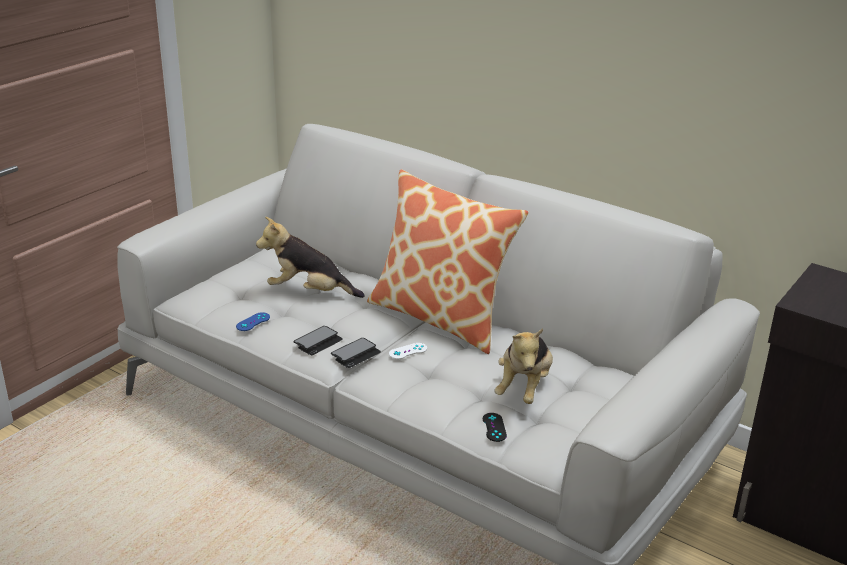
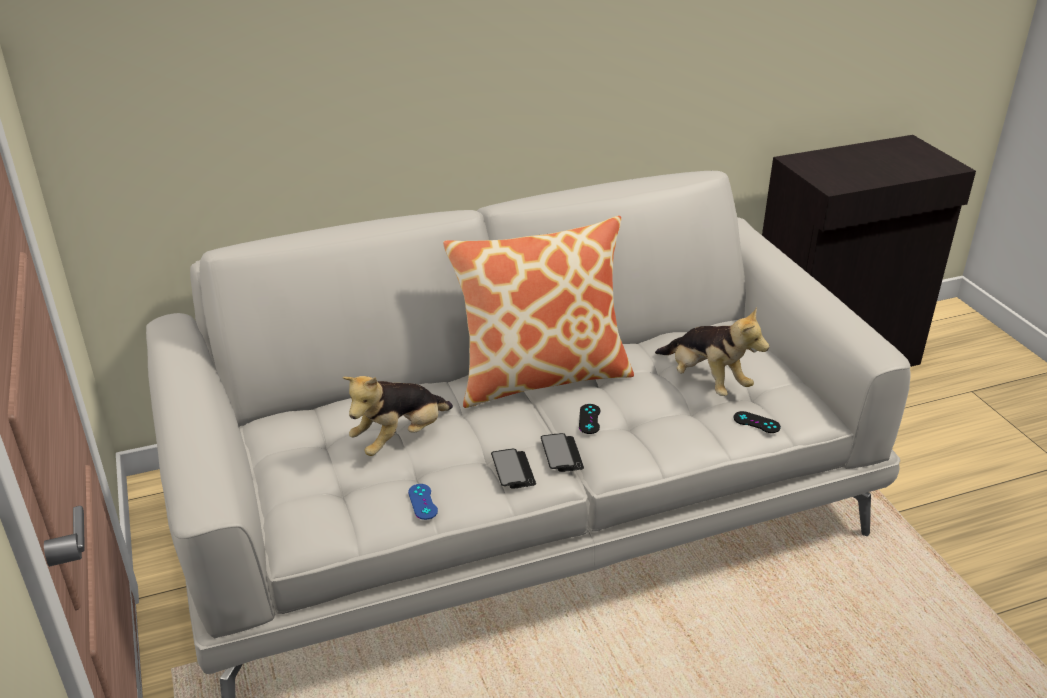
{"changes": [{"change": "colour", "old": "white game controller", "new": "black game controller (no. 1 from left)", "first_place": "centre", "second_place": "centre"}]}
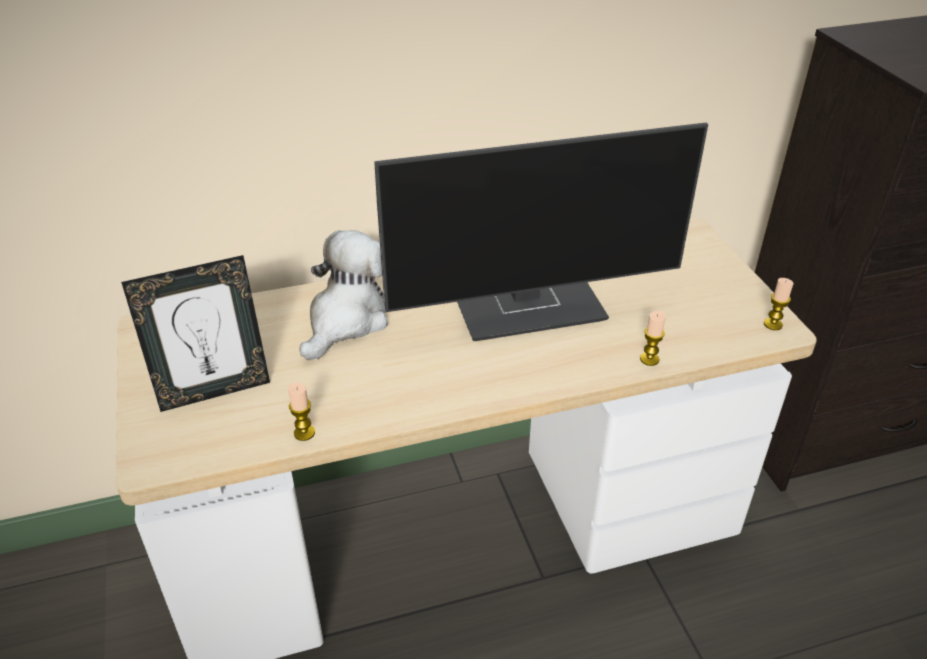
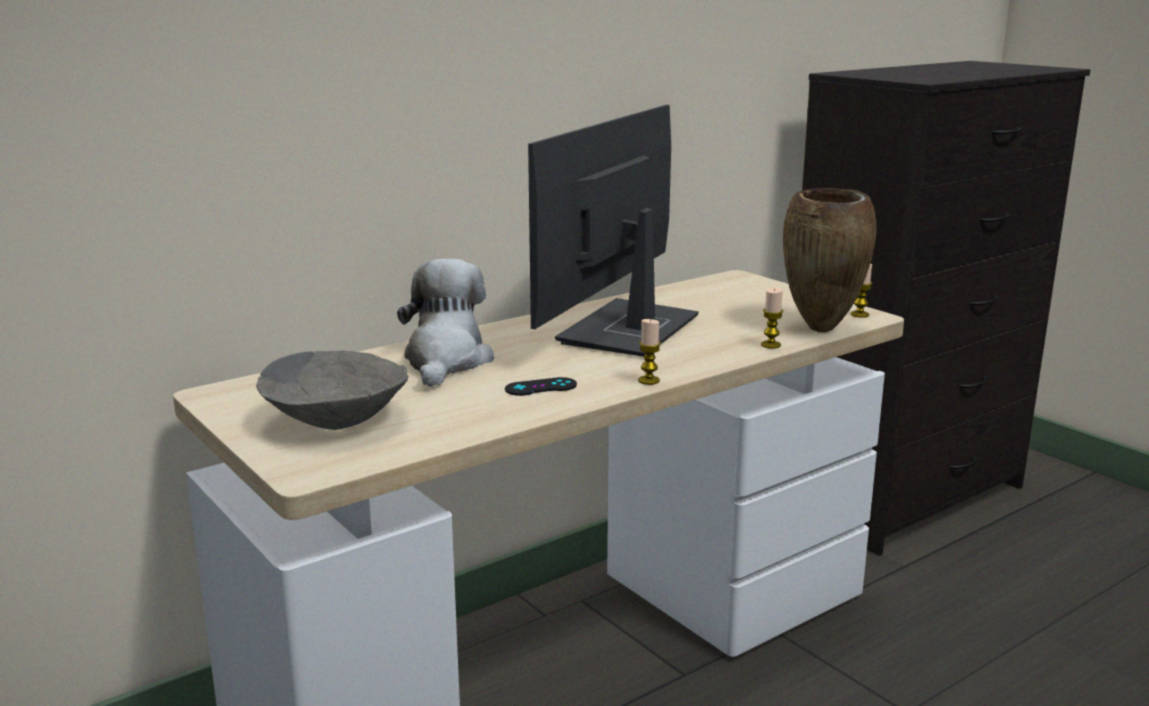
{"changes": [{"change": "exchanged", "old": "picture frame", "new": "grey bowl", "first_place": "middle left", "second_place": "middle left"}, {"change": "appeared", "new": "black game controller", "second_place": "centre"}, {"change": "spun", "old": "monitor", "first_place": "centre", "second_place": "top centre", "degrees": 150}, {"change": "relocated", "old": "candle (no. 1 from left)", "first_place": "middle left", "second_place": "centre"}, {"change": "appeared", "new": "brown vase", "second_place": "middle right"}]}
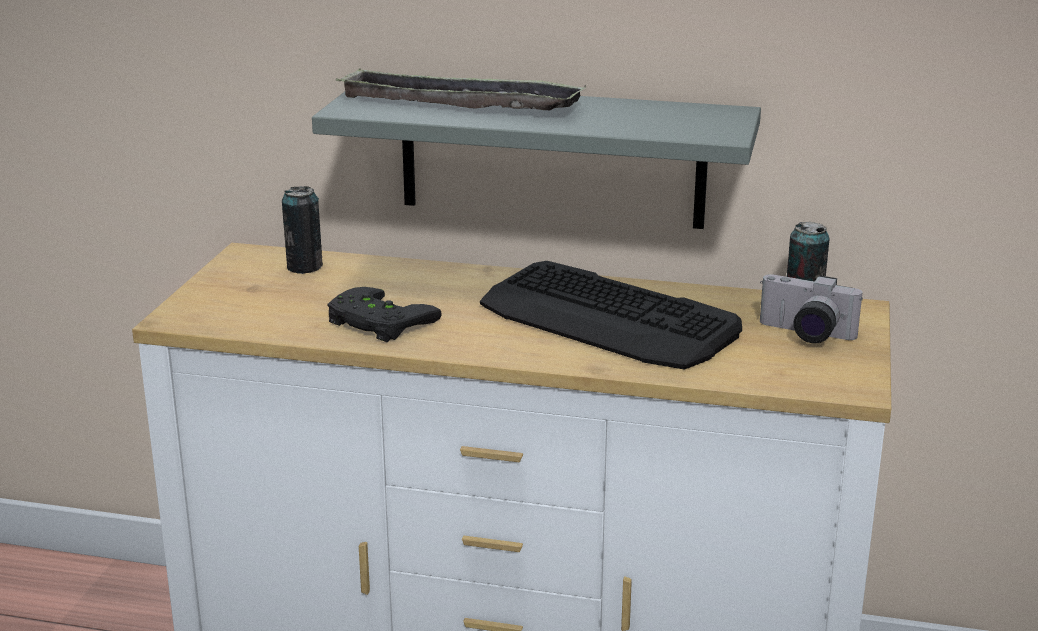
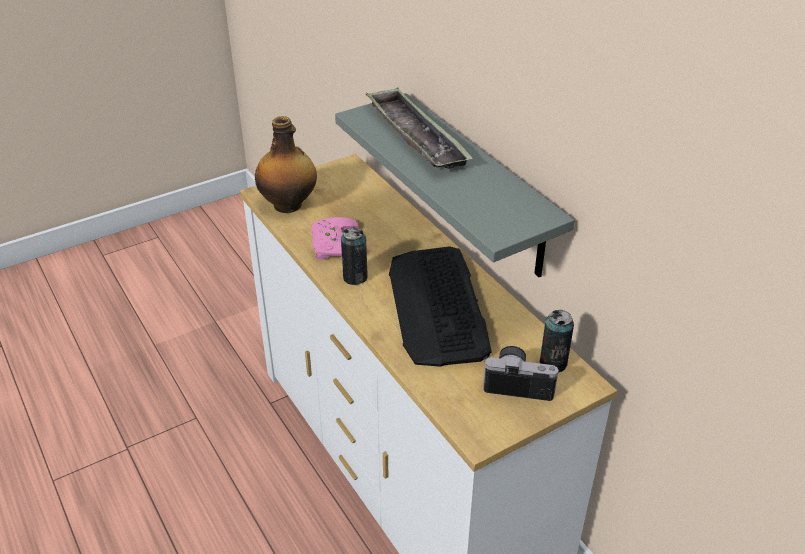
{"changes": [{"change": "appeared", "new": "bottle", "second_place": "top centre"}, {"change": "colour", "old": "black game controller", "new": "pink game controller", "first_place": "centre", "second_place": "centre"}, {"change": "relocated", "old": "can (no. 1 from left)", "first_place": "middle left", "second_place": "centre"}, {"change": "spun", "old": "photo camera", "first_place": "middle right", "second_place": "bottom centre", "degrees": 120}]}
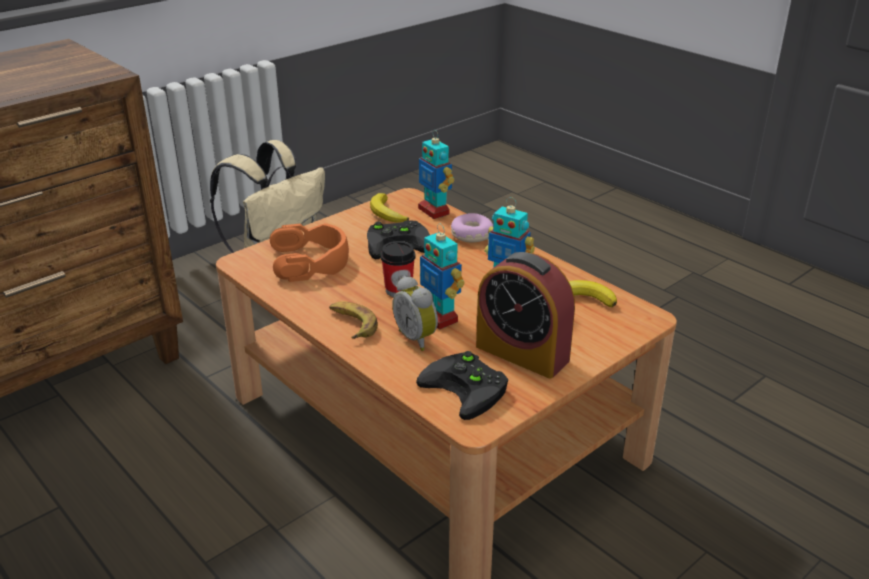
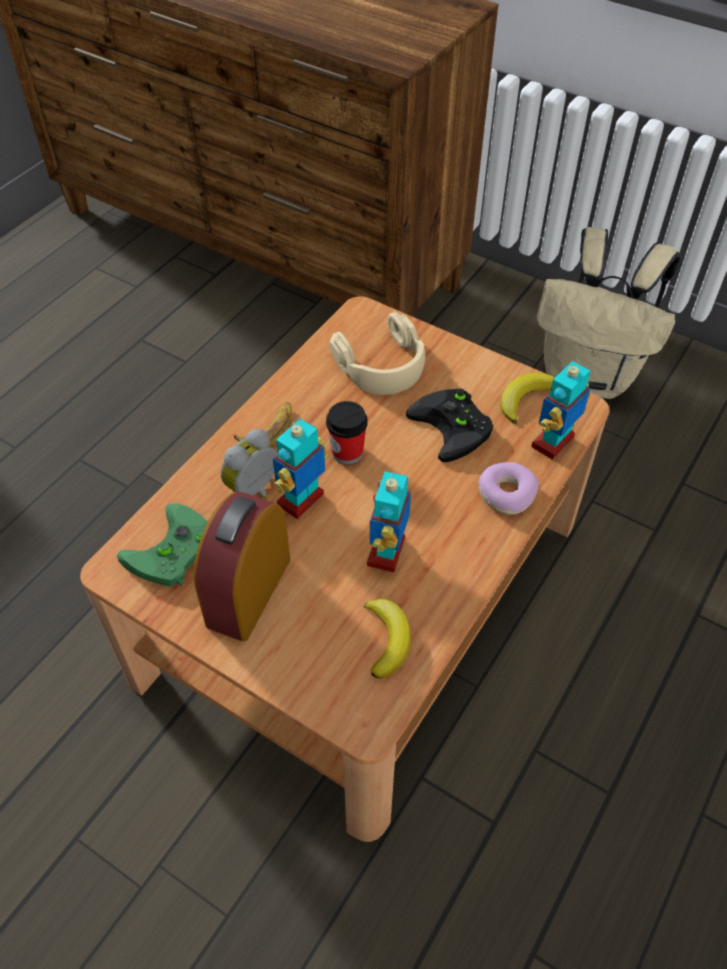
{"changes": [{"change": "colour", "old": "black game controller (no. 2 from left)", "new": "green game controller", "first_place": "centre", "second_place": "middle left"}, {"change": "colour", "old": "orange headphones", "new": "beige headphones", "first_place": "centre", "second_place": "centre"}]}
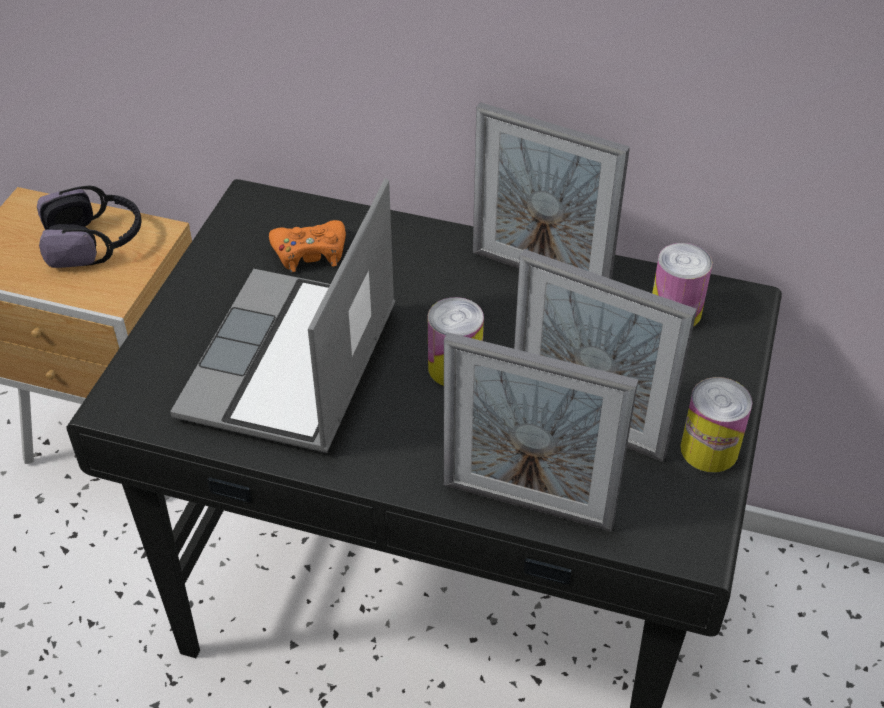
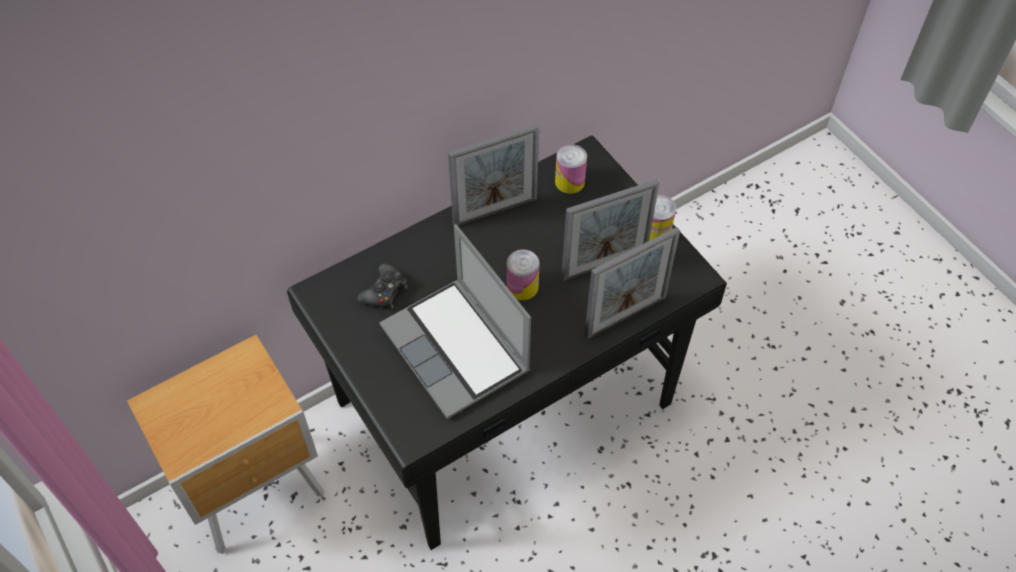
{"changes": [{"change": "colour", "old": "orange game controller", "new": "black game controller", "first_place": "centre", "second_place": "centre"}, {"change": "missing", "old": "headphones", "first_place": "top left"}]}
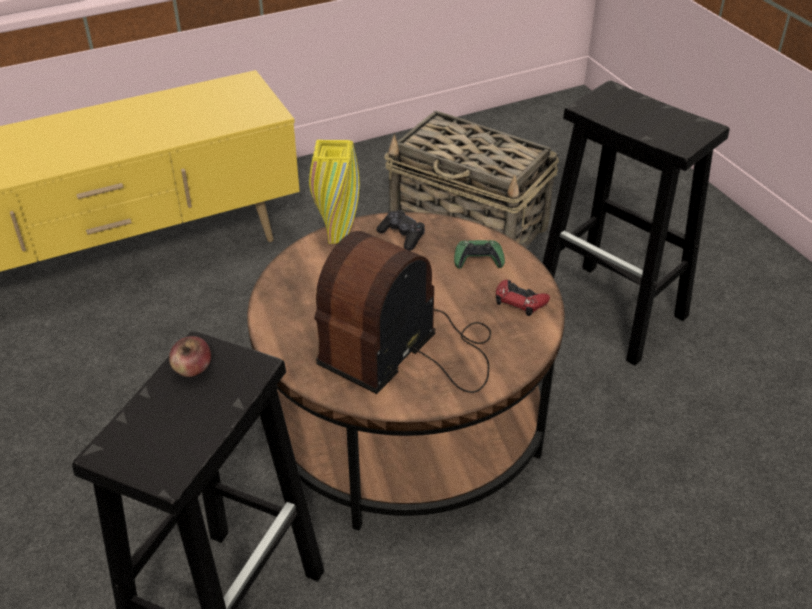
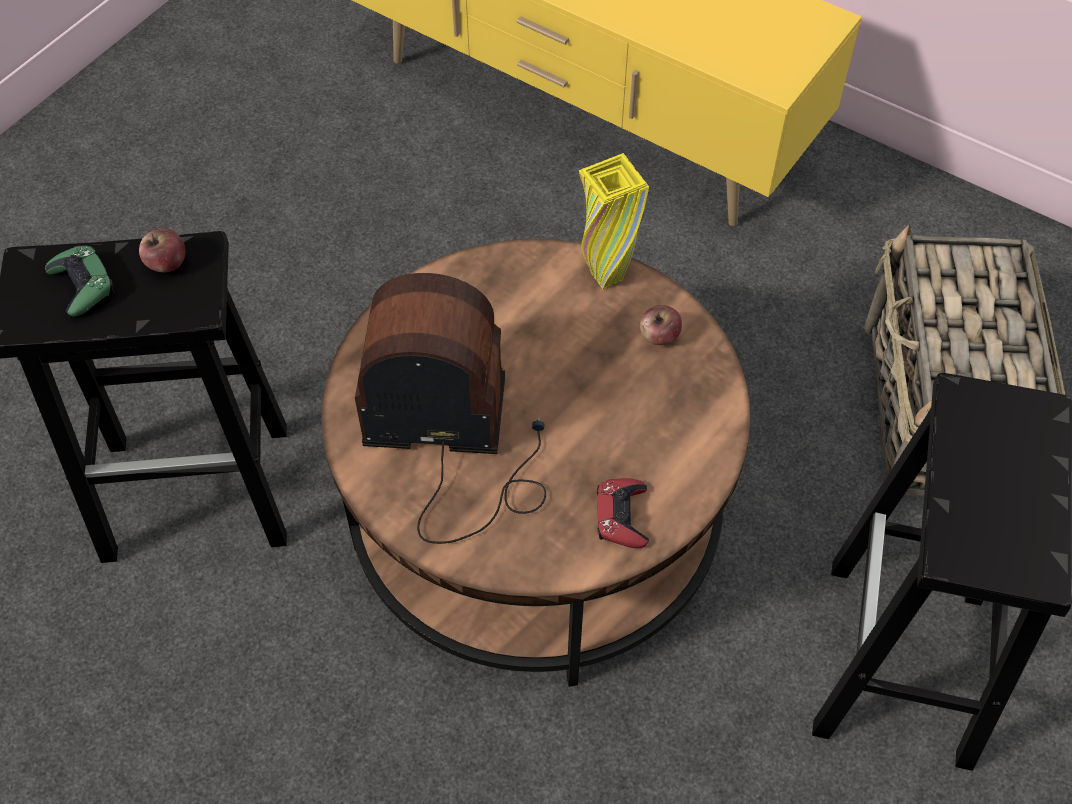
{"changes": [{"change": "relocated", "old": "green game controller", "first_place": "centre", "second_place": "middle left"}, {"change": "exchanged", "old": "black game controller", "new": "apple (no. 2 from left)", "first_place": "centre", "second_place": "centre"}]}
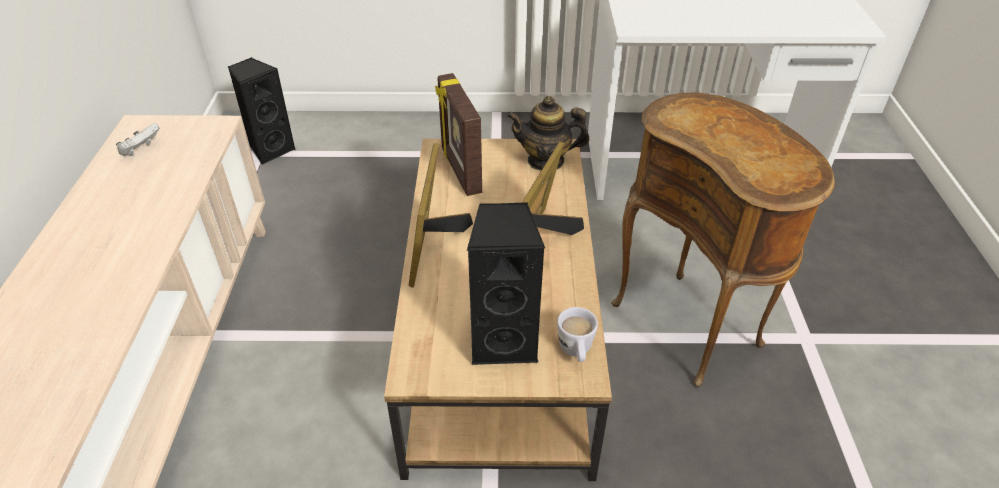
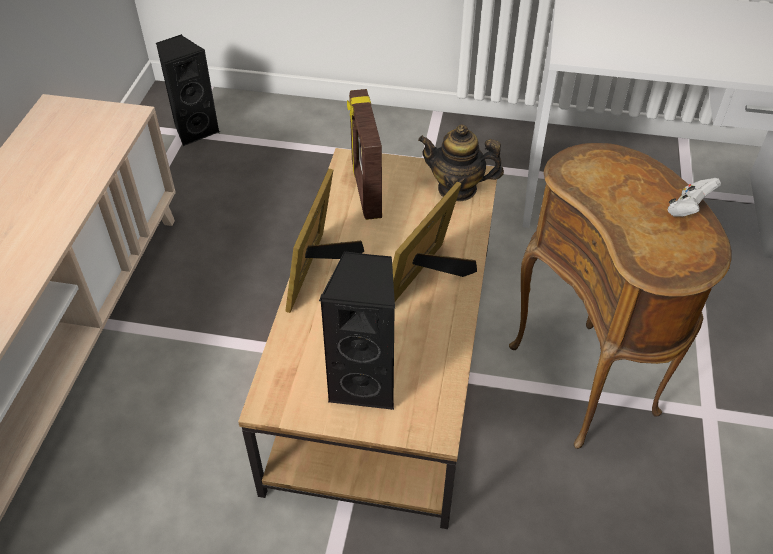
{"changes": [{"change": "relocated", "old": "white game controller", "first_place": "top left", "second_place": "middle right"}, {"change": "missing", "old": "white mug", "first_place": "bottom centre"}]}
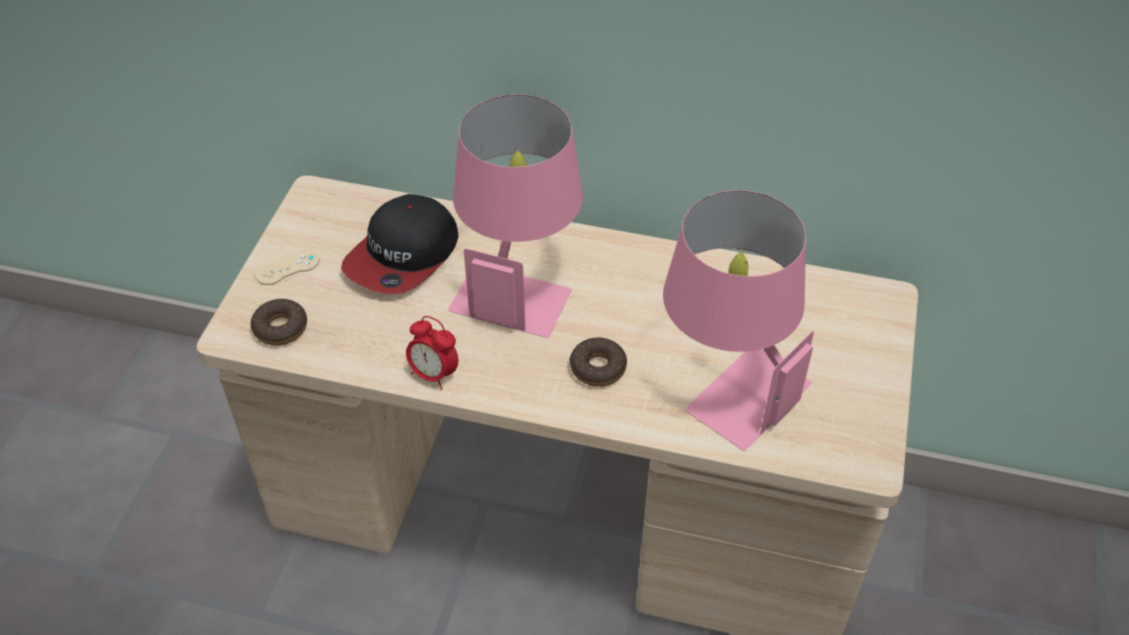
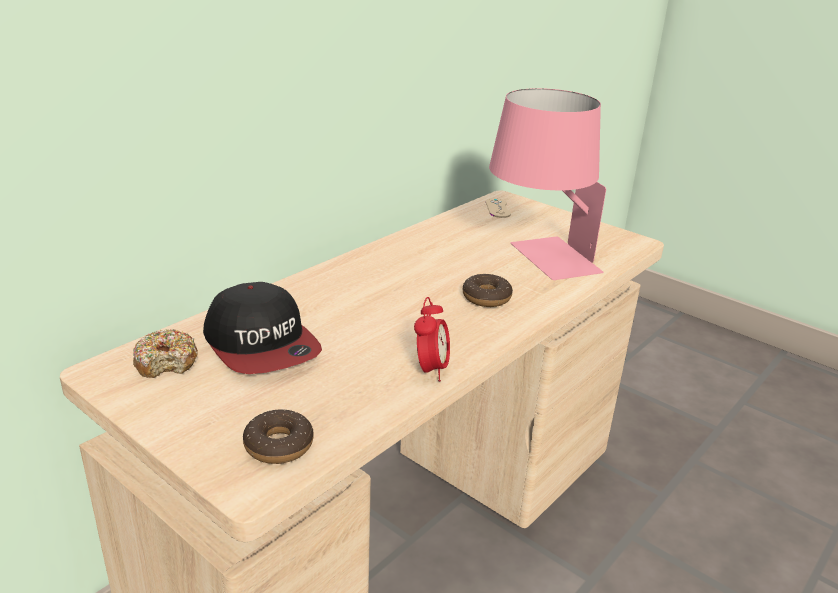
{"changes": [{"change": "appeared", "new": "donut (no. 1 from left)", "second_place": "middle left"}, {"change": "spun", "old": "alarm clock", "first_place": "centre", "second_place": "centre", "degrees": -45}, {"change": "relocated", "old": "beige game controller", "first_place": "middle left", "second_place": "centre"}, {"change": "missing", "old": "pink table lamp (no. 1 from left)", "first_place": "centre"}]}
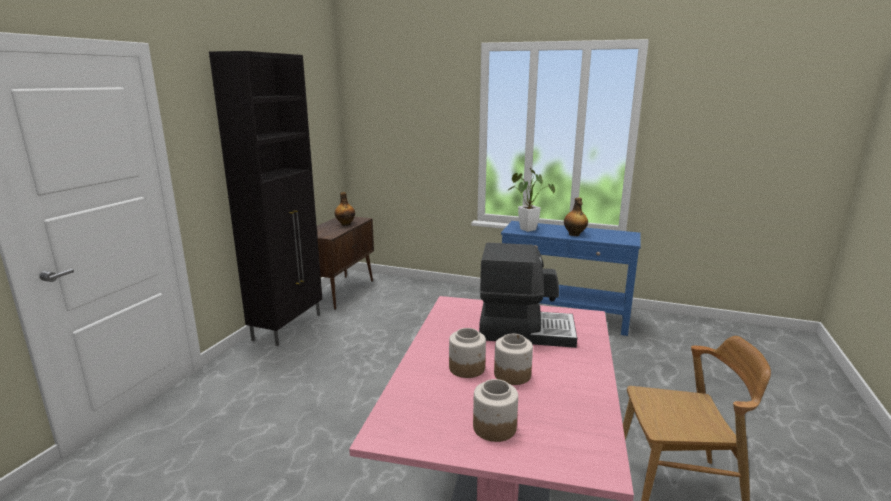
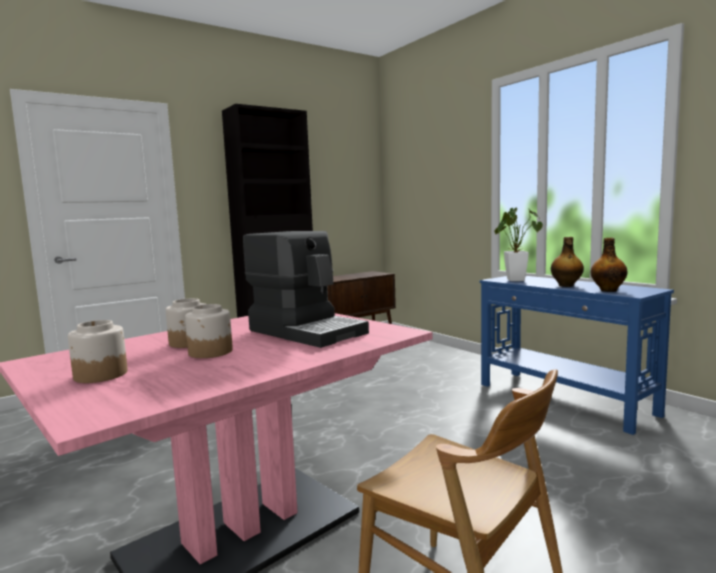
{"changes": [{"change": "relocated", "old": "bottle (no. 1 from left in the first image)", "new": "bottle (no. 2 from left)", "first_place": "centre", "second_place": "middle right"}]}
